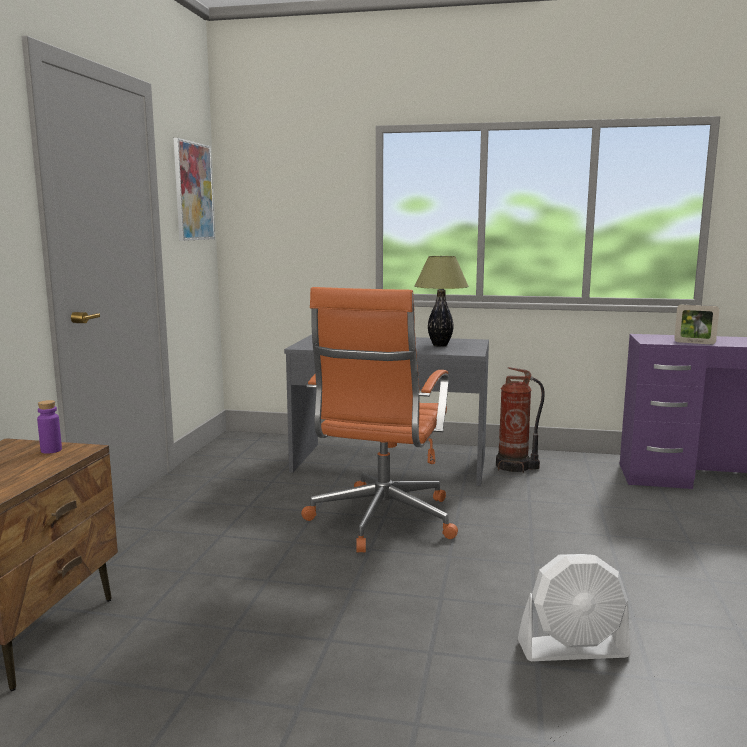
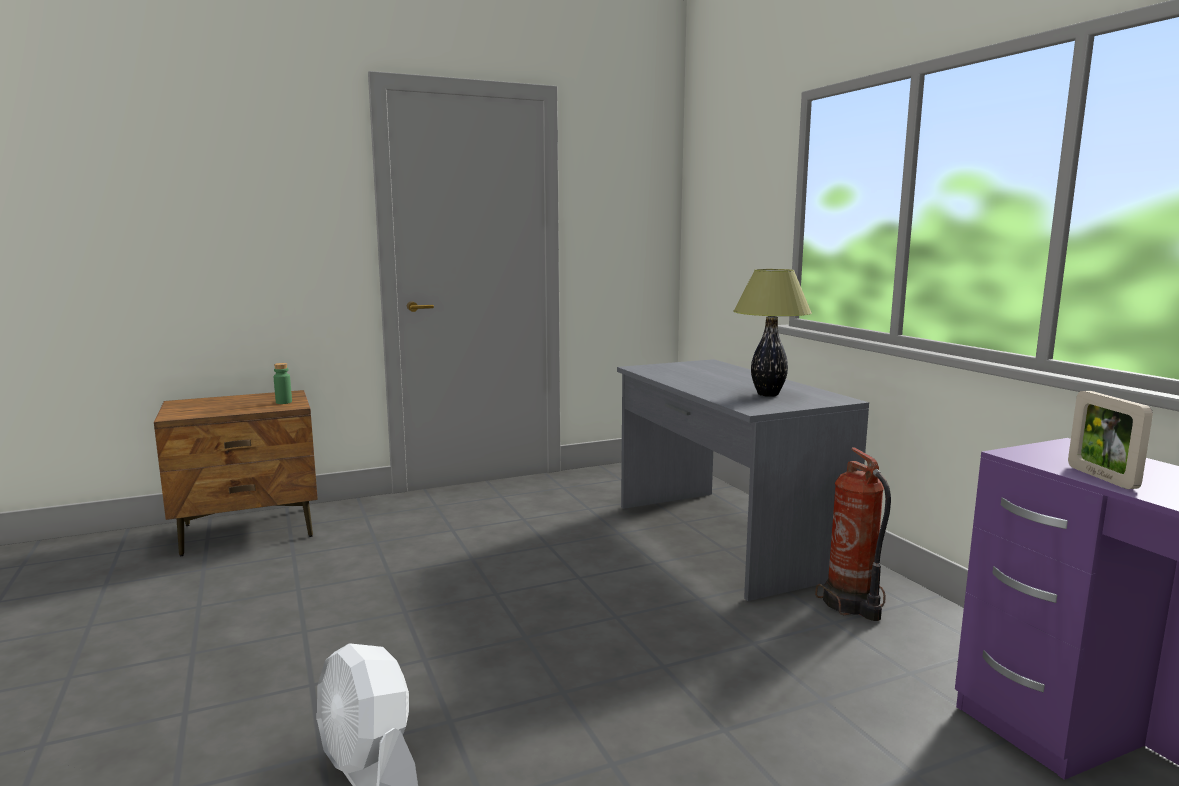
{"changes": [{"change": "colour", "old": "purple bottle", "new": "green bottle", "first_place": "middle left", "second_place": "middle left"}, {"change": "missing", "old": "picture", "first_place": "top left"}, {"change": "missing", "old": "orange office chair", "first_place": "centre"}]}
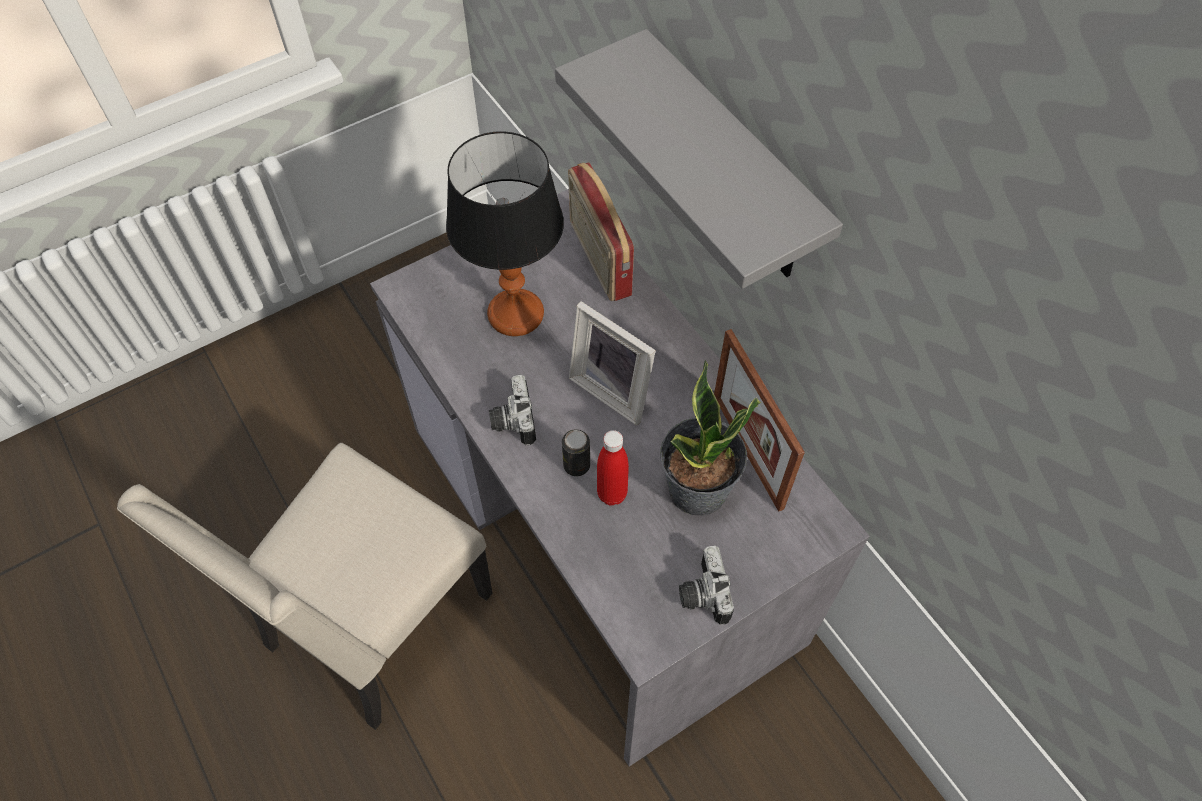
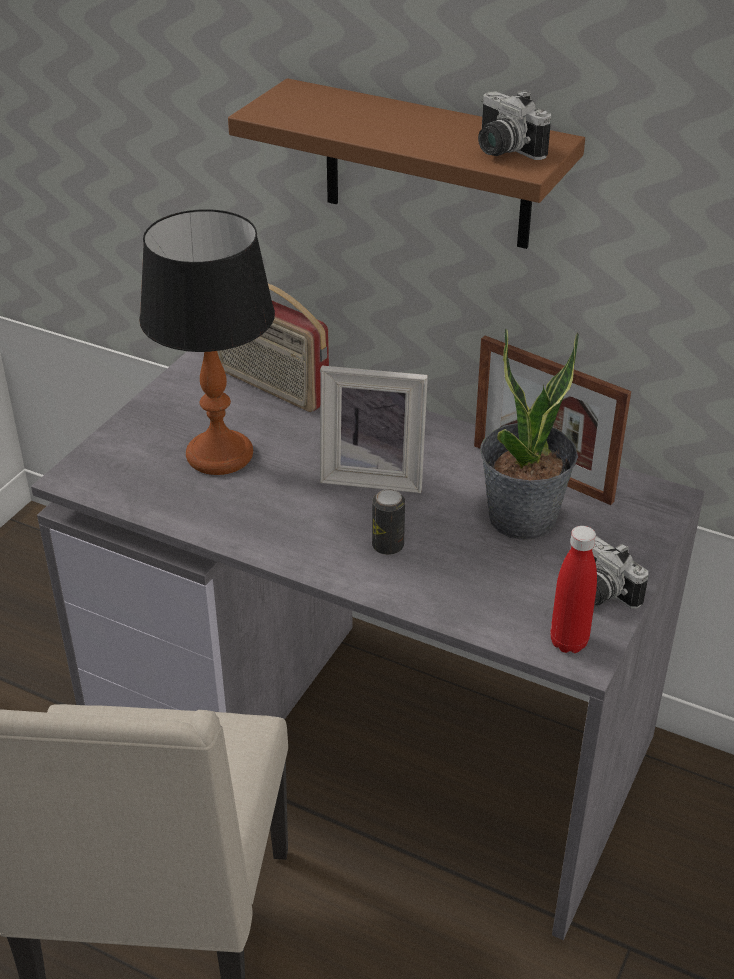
{"changes": [{"change": "colour", "old": "grey shelf", "new": "brown shelf", "first_place": "top centre", "second_place": "top centre"}, {"change": "relocated", "old": "photo camera (no. 1 from left)", "first_place": "centre", "second_place": "top right"}, {"change": "relocated", "old": "red bottle", "first_place": "centre", "second_place": "middle right"}]}
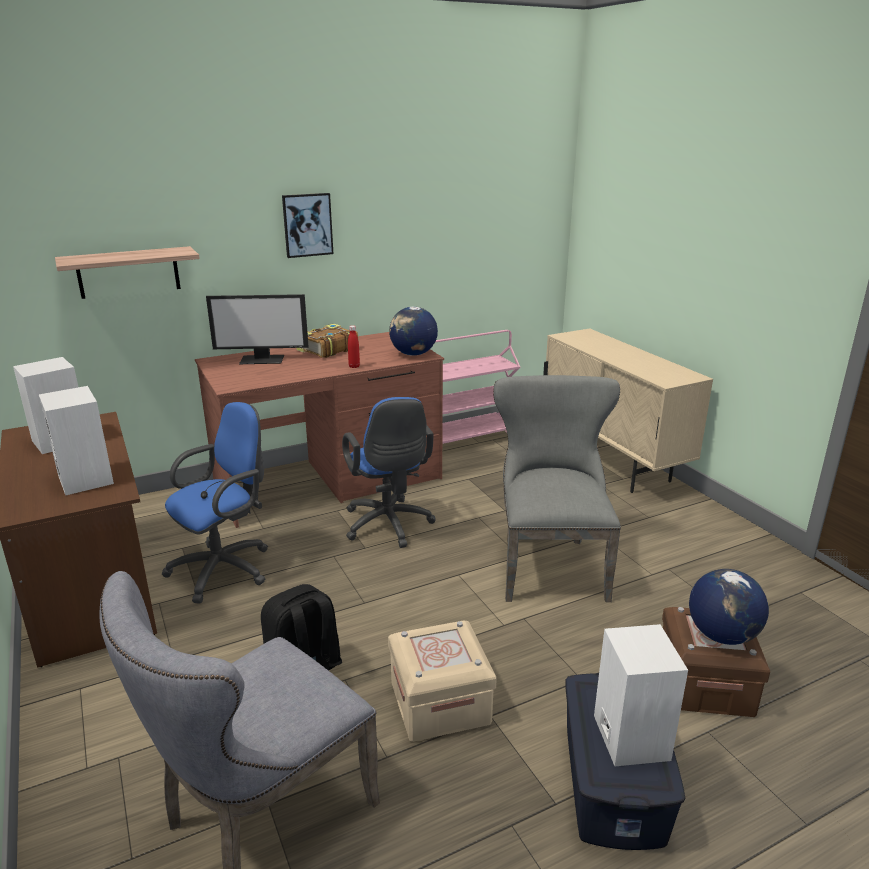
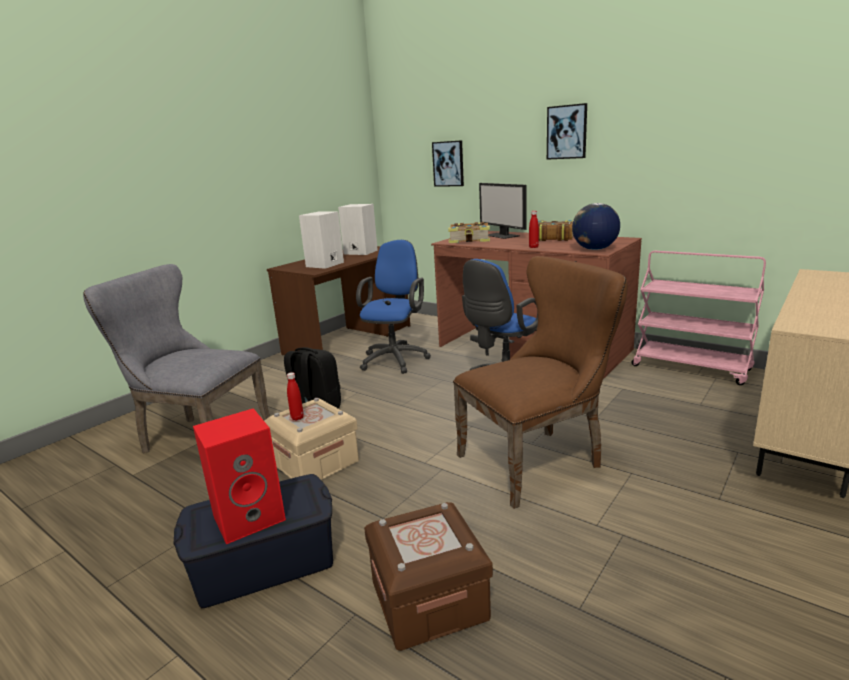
{"changes": [{"change": "colour", "old": "white speaker (no. 3 from left)", "new": "red speaker", "first_place": "bottom right", "second_place": "bottom left"}, {"change": "appeared", "new": "red bottle (no. 1 from left)", "second_place": "centre"}, {"change": "spun", "old": "blue office chair (no. 1 from left)", "first_place": "middle left", "second_place": "centre", "degrees": -90}, {"change": "exchanged", "old": "shelf", "new": "picture (no. 1 from left)", "first_place": "top left", "second_place": "top centre"}, {"change": "appeared", "new": "book (no. 1 from left)", "second_place": "centre"}, {"change": "colour", "old": "grey chair (no. 2 from left)", "new": "brown chair", "first_place": "centre", "second_place": "centre"}, {"change": "missing", "old": "globe (no. 2 from left)", "first_place": "bottom right"}]}
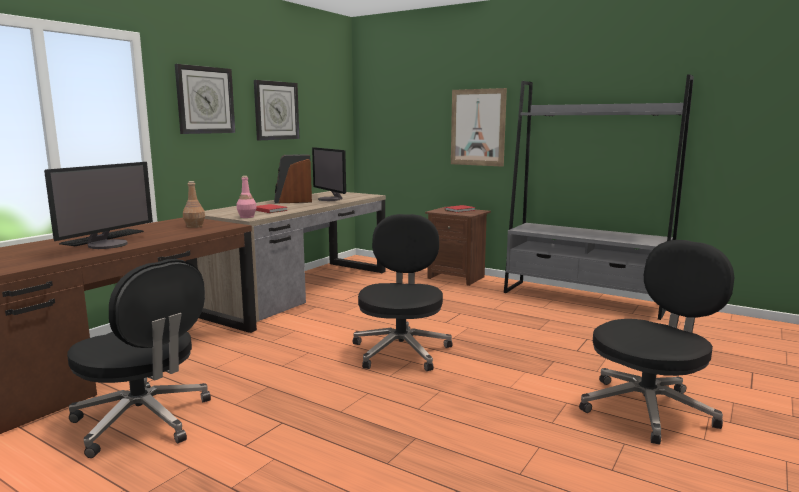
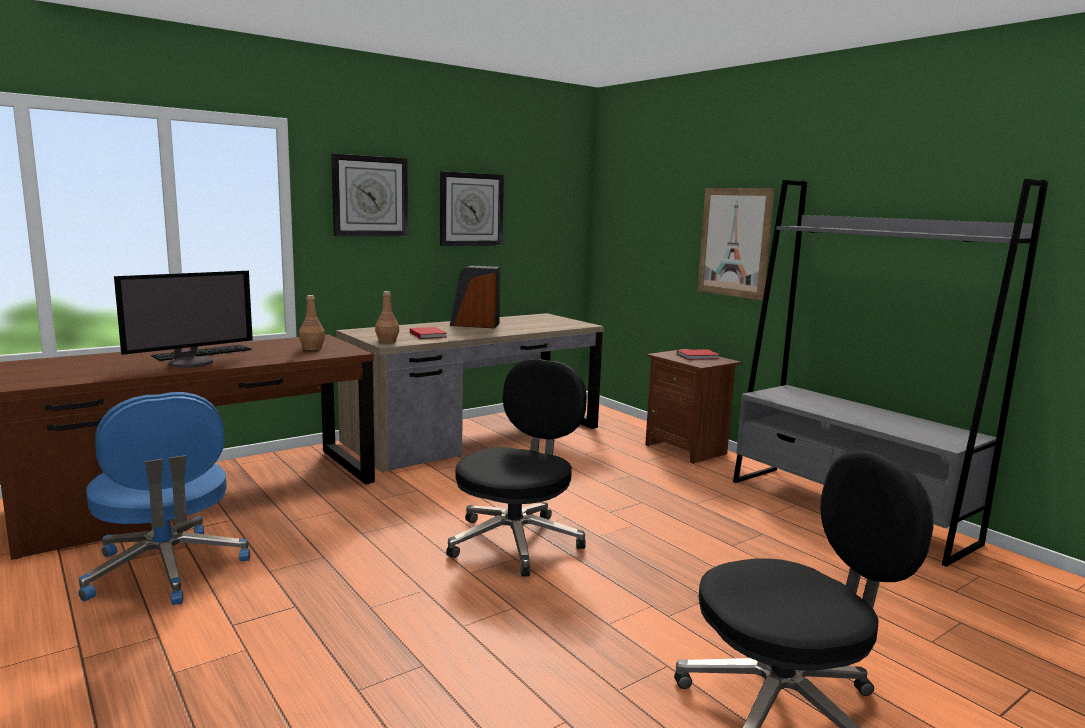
{"changes": [{"change": "colour", "old": "black office chair (no. 1 from left)", "new": "blue office chair", "first_place": "bottom left", "second_place": "bottom left"}, {"change": "colour", "old": "pink bottle", "new": "brown bottle (no. 2 from left)", "first_place": "middle left", "second_place": "centre"}, {"change": "missing", "old": "monitor (no. 2 from left)", "first_place": "centre"}]}
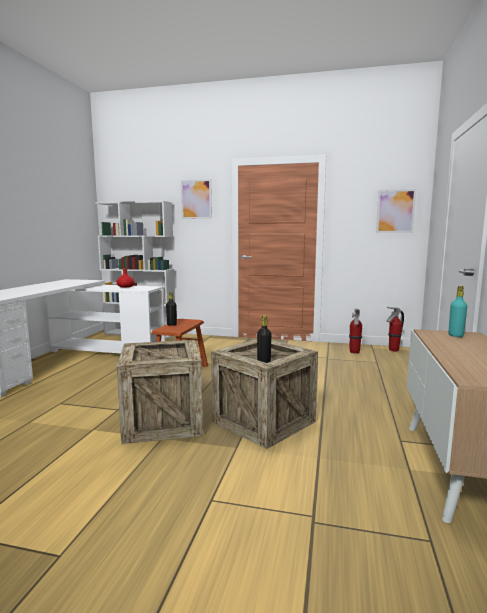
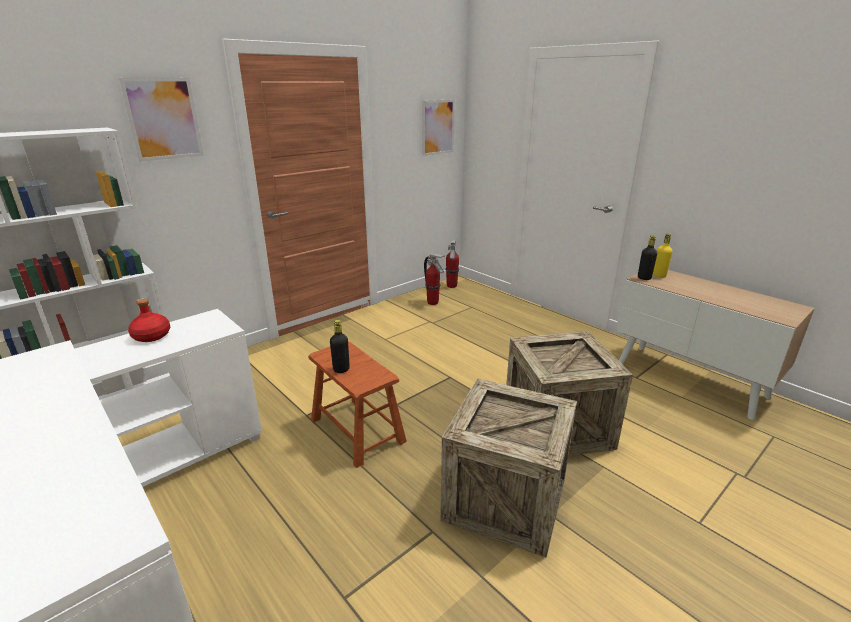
{"changes": [{"change": "relocated", "old": "black bottle (no. 2 from left)", "first_place": "centre", "second_place": "middle right"}, {"change": "colour", "old": "turquoise bottle", "new": "yellow bottle", "first_place": "middle right", "second_place": "middle right"}]}
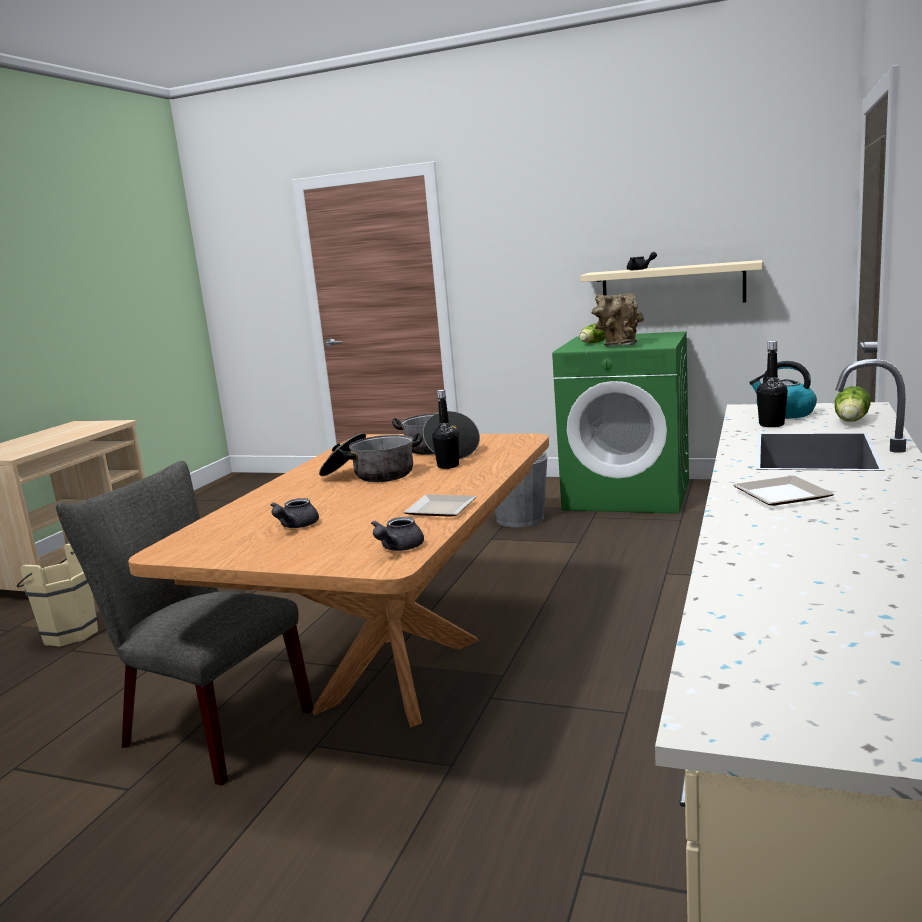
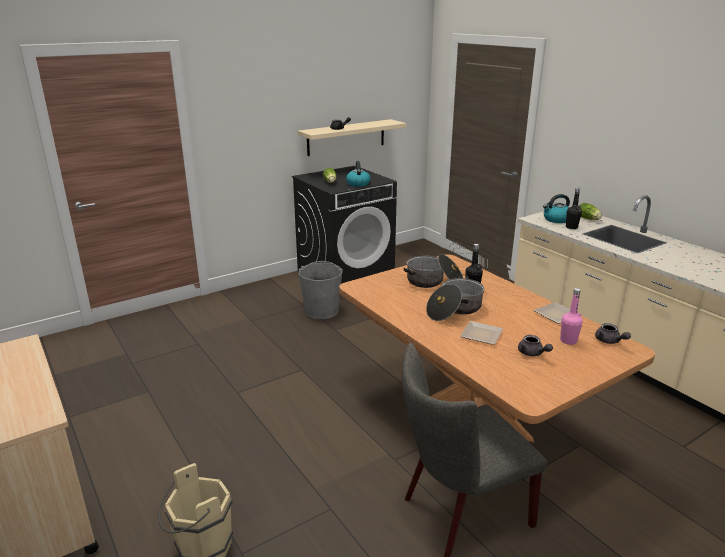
{"changes": [{"change": "colour", "old": "green washing machine", "new": "black washing machine", "first_place": "middle right", "second_place": "centre"}, {"change": "exchanged", "old": "brown vase", "new": "kettle (no. 1 from left)", "first_place": "middle right", "second_place": "top centre"}, {"change": "relocated", "old": "plate (no. 2 from left in the first image)", "new": "plate (no. 1 from left)", "first_place": "middle right", "second_place": "centre"}, {"change": "appeared", "new": "pink bottle", "second_place": "middle right"}]}
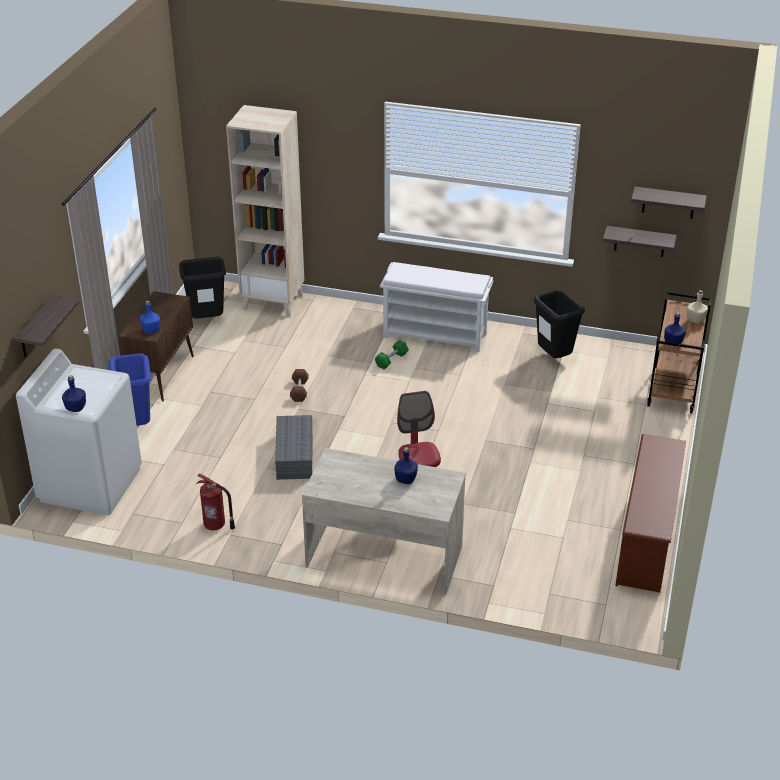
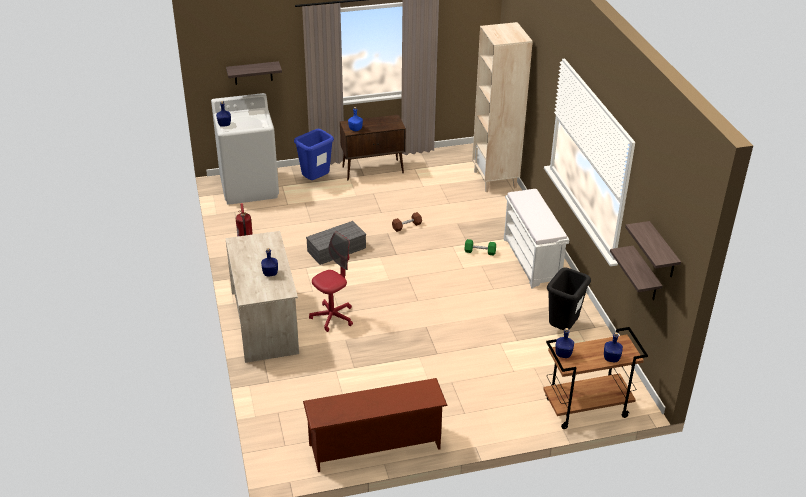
{"changes": [{"change": "colour", "old": "beige bottle", "new": "blue bottle (no. 5 from left)", "first_place": "middle right", "second_place": "bottom right"}, {"change": "missing", "old": "black trash can (no. 1 from left)", "first_place": "middle left"}]}
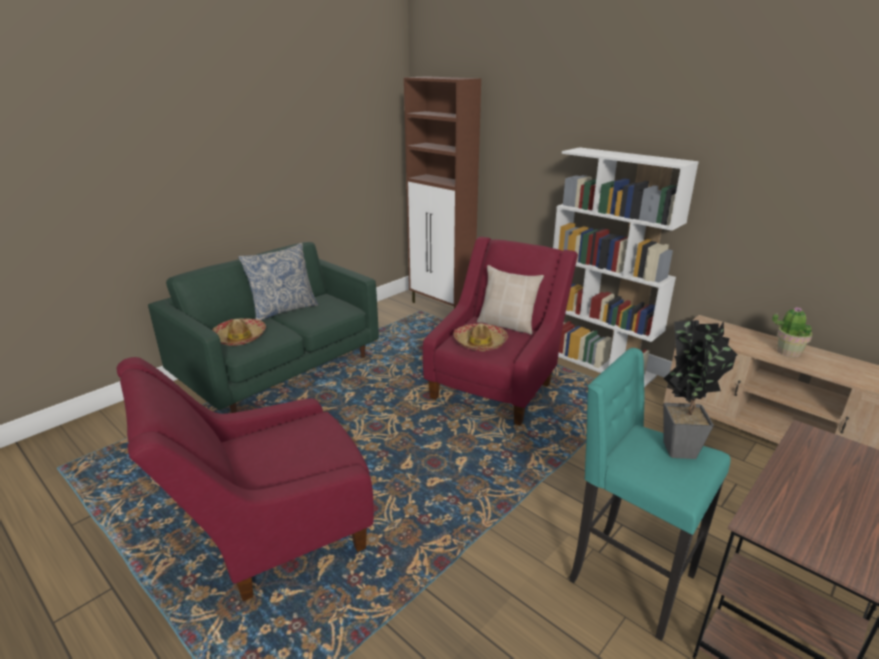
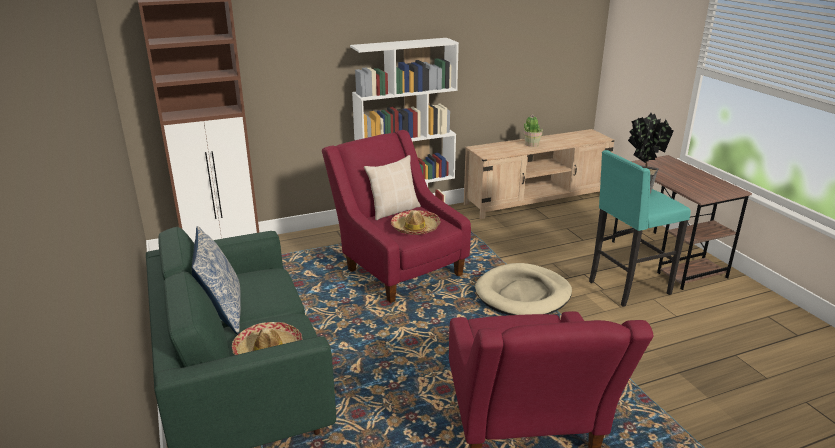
{"changes": [{"change": "appeared", "new": "beige dog bed", "second_place": "centre"}]}
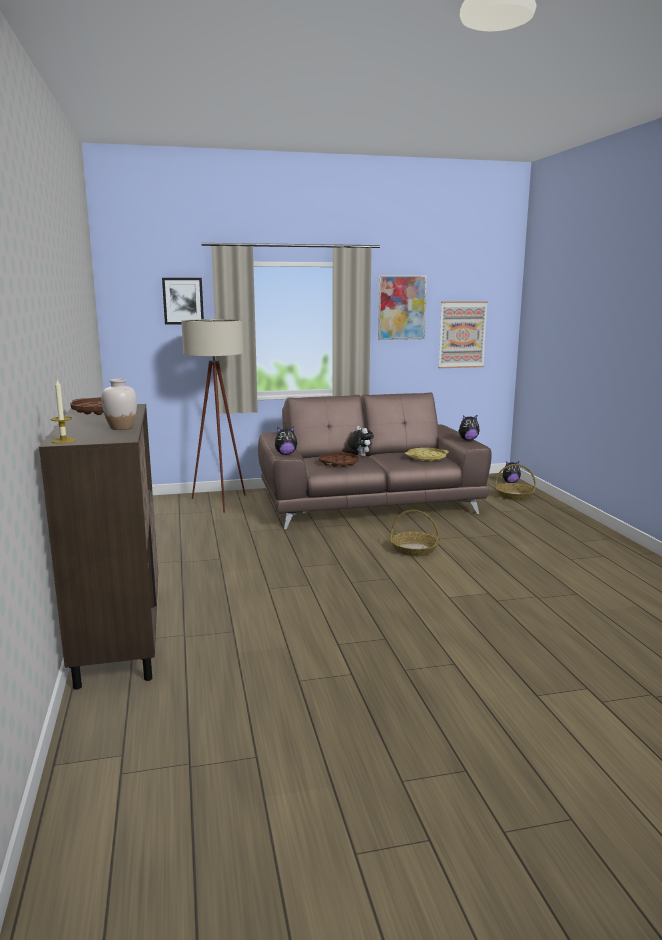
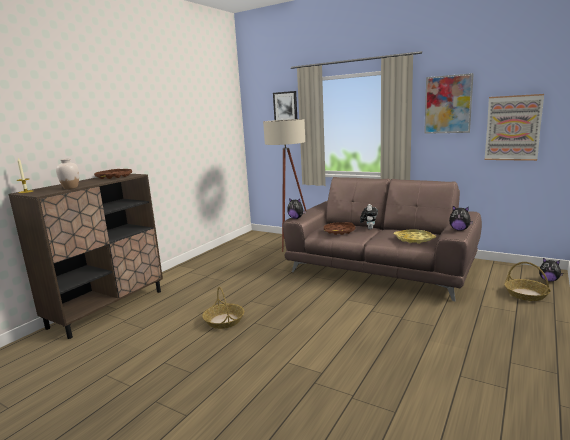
{"changes": [{"change": "relocated", "old": "basket (no. 1 from left)", "first_place": "centre", "second_place": "bottom centre"}]}
